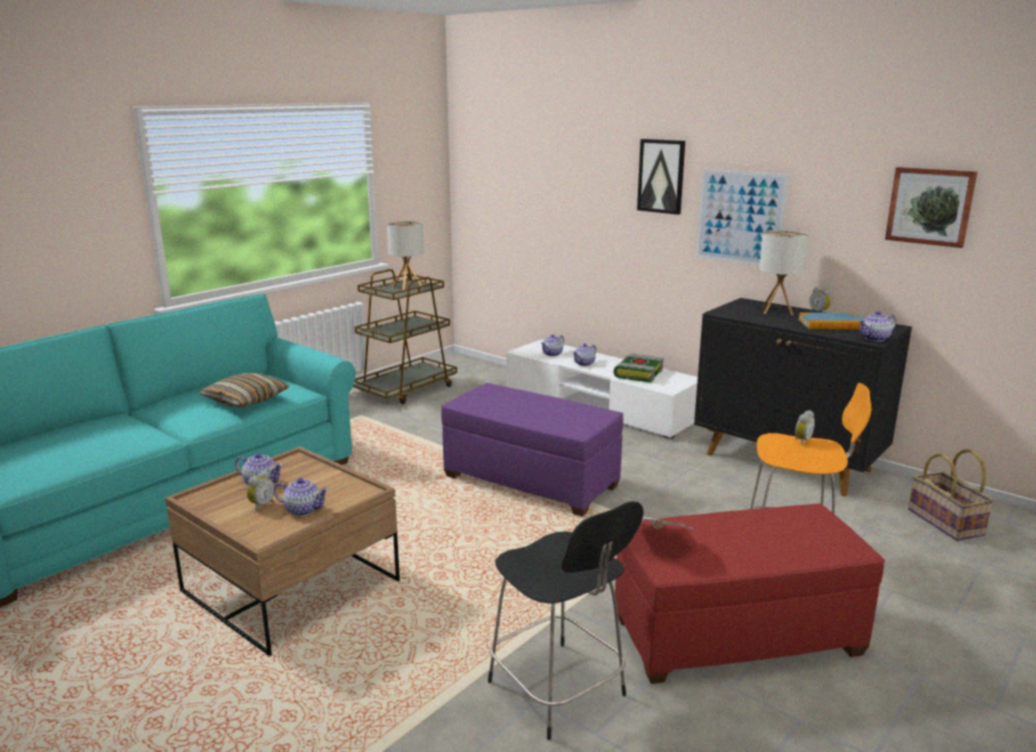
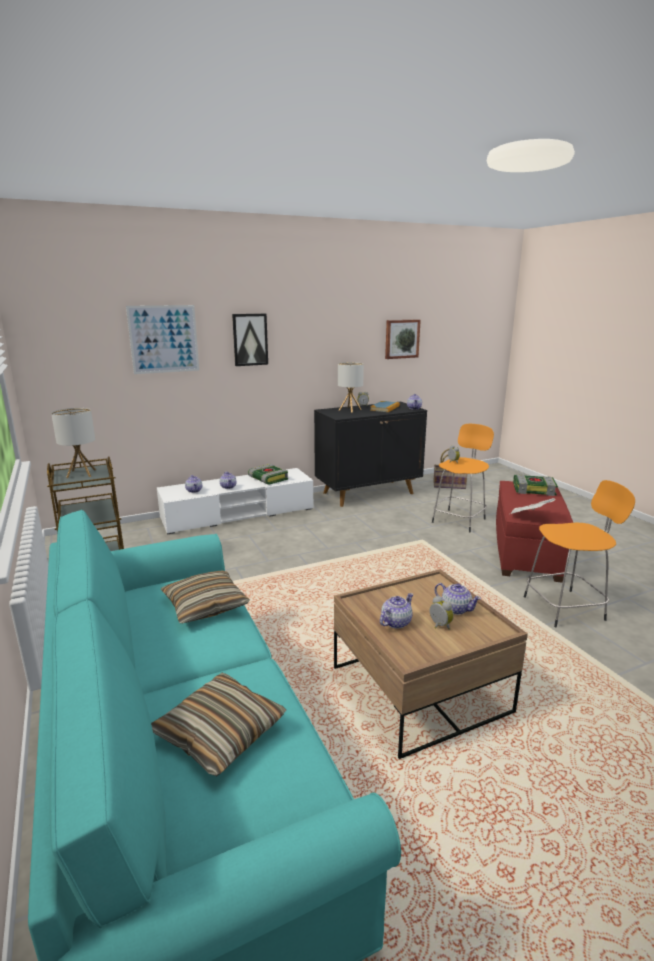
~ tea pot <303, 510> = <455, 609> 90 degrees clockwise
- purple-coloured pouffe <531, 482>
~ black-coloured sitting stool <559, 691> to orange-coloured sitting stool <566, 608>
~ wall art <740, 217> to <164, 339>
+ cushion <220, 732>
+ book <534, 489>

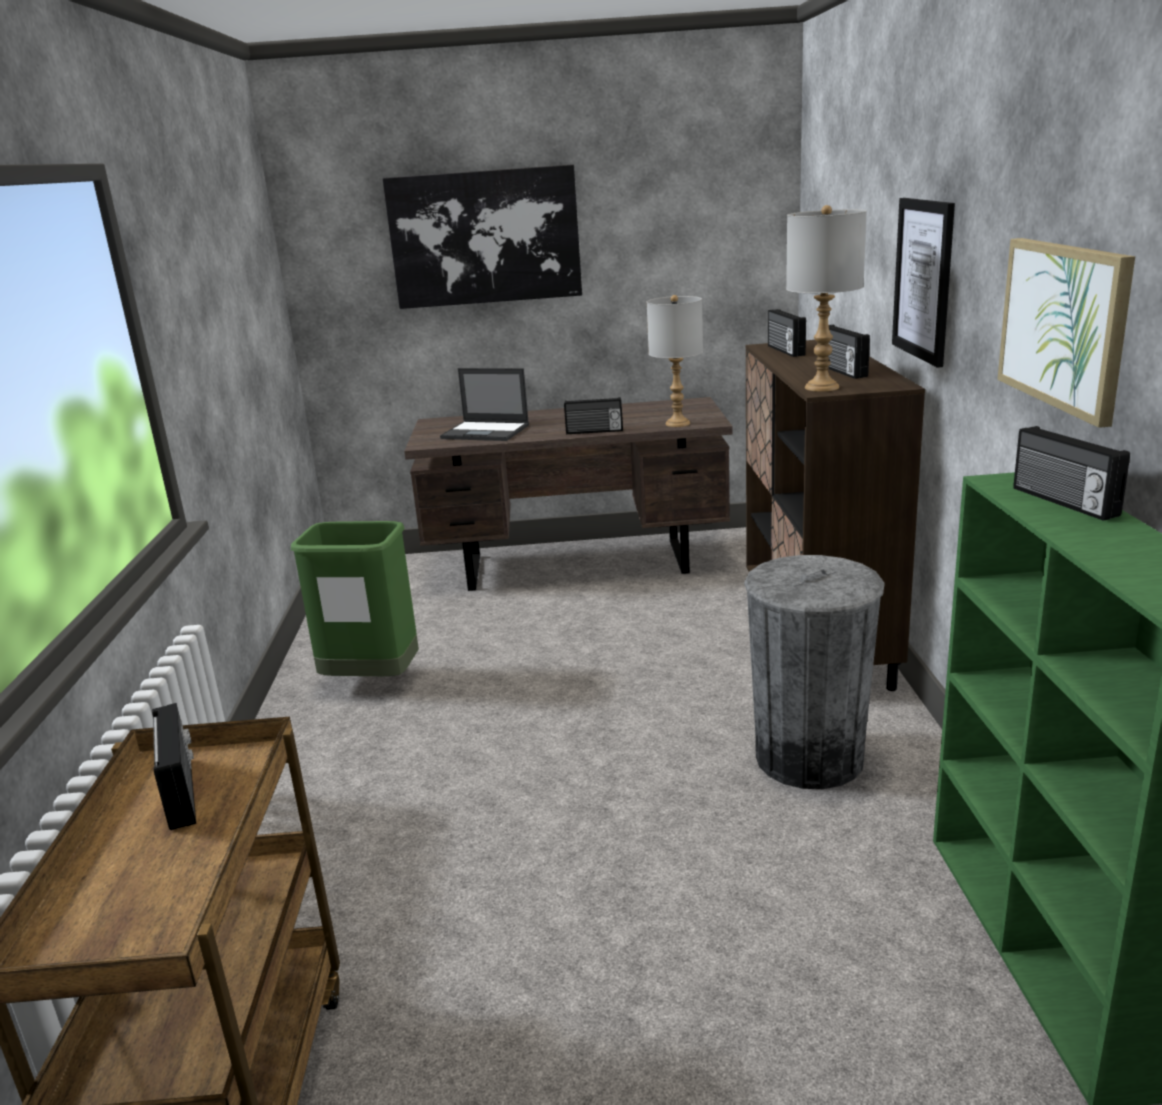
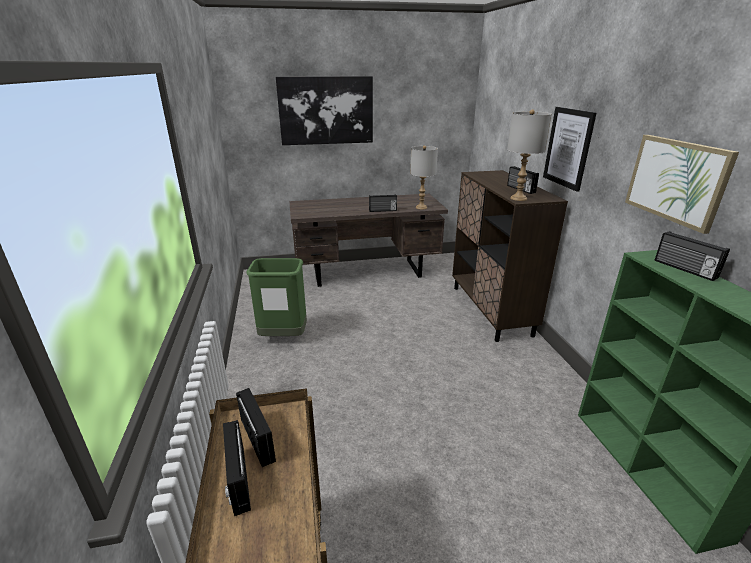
- laptop <486, 432>
- greyish rubbish bin <809, 757>
~ radio set <784, 350> to <237, 480>

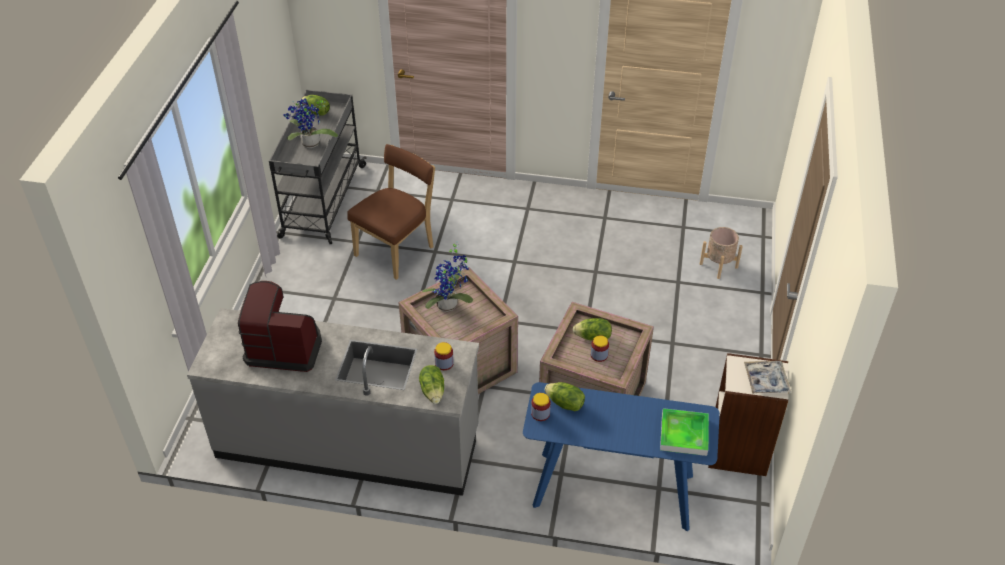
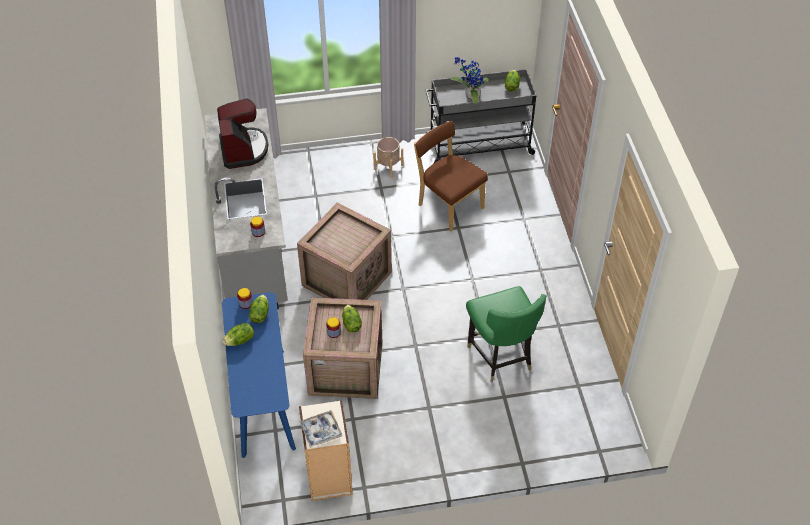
~ brownish chair <397, 250> = <448, 205> 150 degrees counterclockwise
~ head of lettuce <433, 391> to <240, 341>
- potted plant <450, 306>
- serving tray <684, 434>
~ sand-coloured planter <718, 265> to <388, 167>
+ green-coloured chair <501, 356>

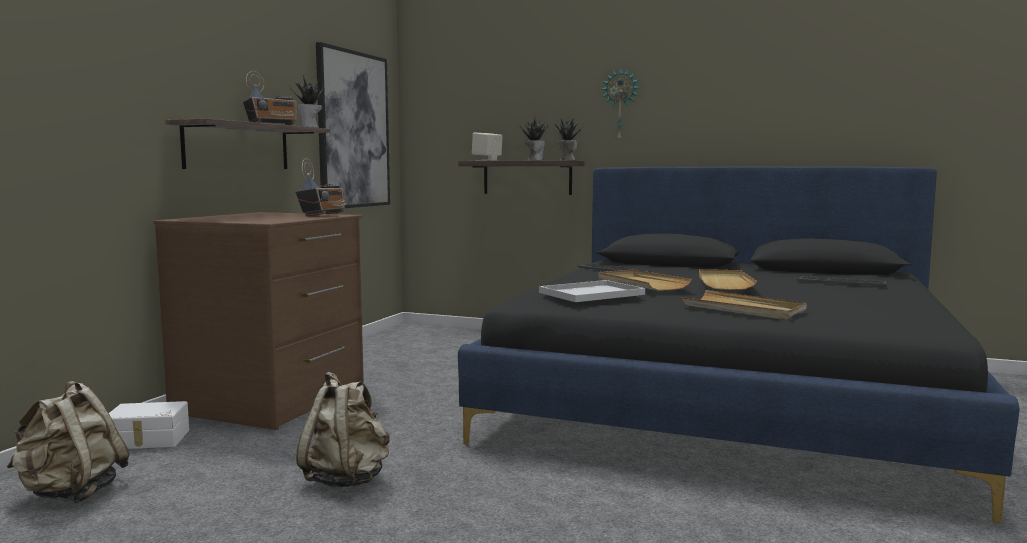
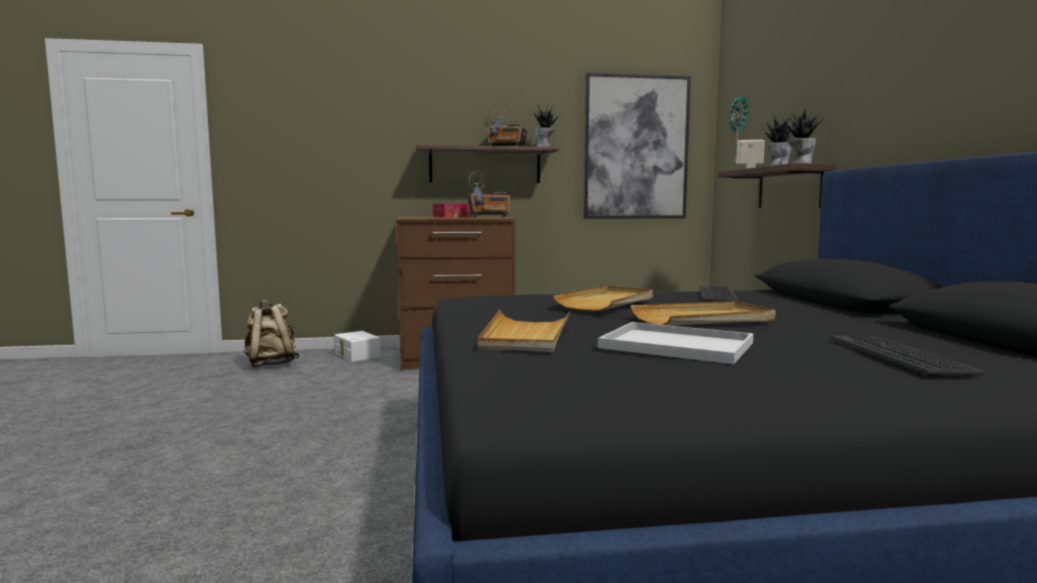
- sand-coloured knapsack <347, 480>
~ whitish serving tray <590, 294> to <673, 345>
~ clock on the wall <620, 105> to <740, 130>
+ box of tissues <454, 217>

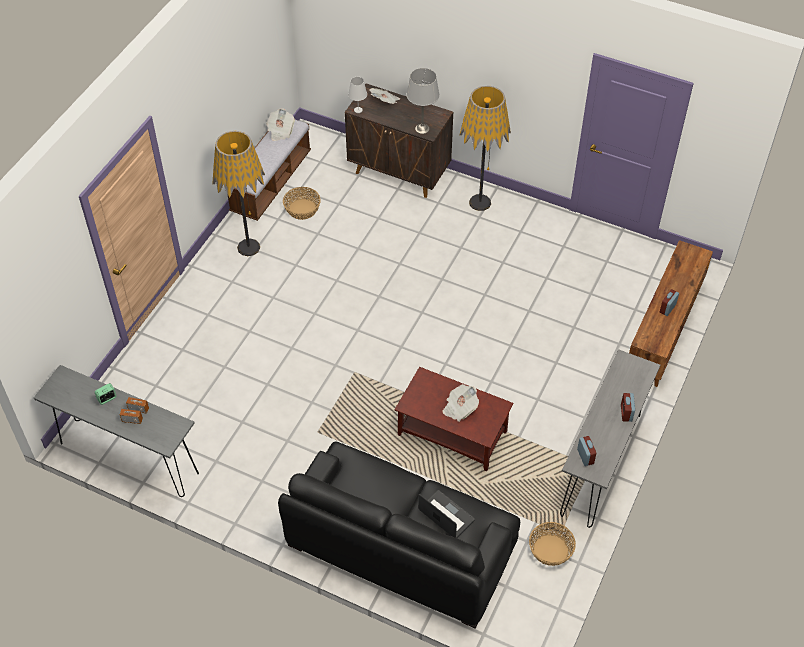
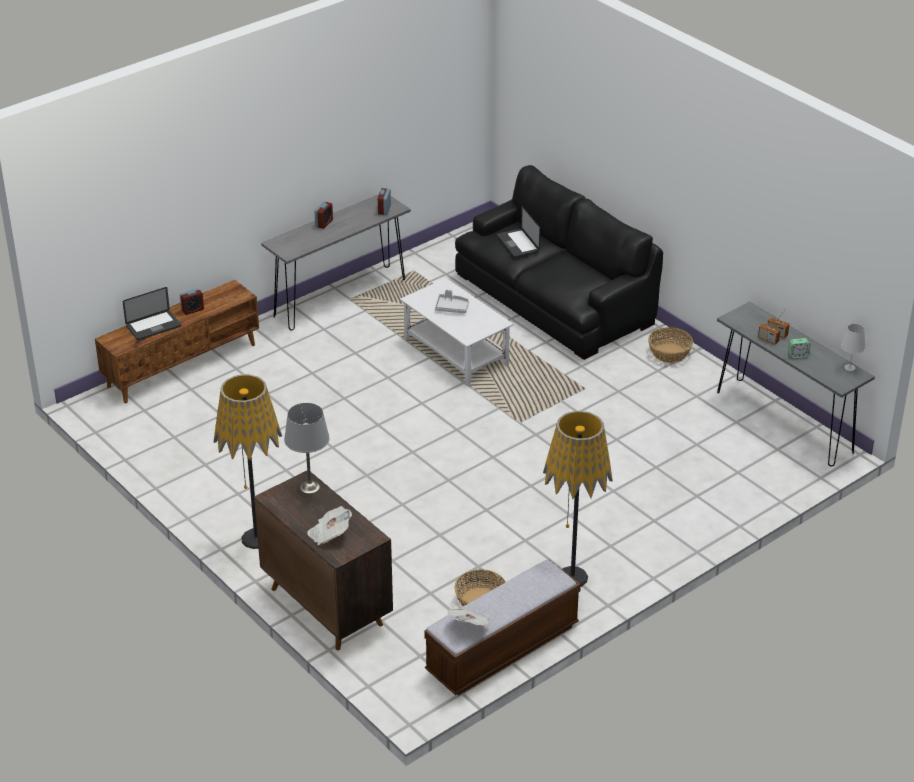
~ whitish lamp for a table <358, 110> to <849, 368>
~ brownish low table <451, 433> to whitish low table <457, 353>
~ daily paper <459, 408> to greyish serving tray <452, 307>
~ storage basket <550, 550> to <669, 353>
+ laptop <153, 326>

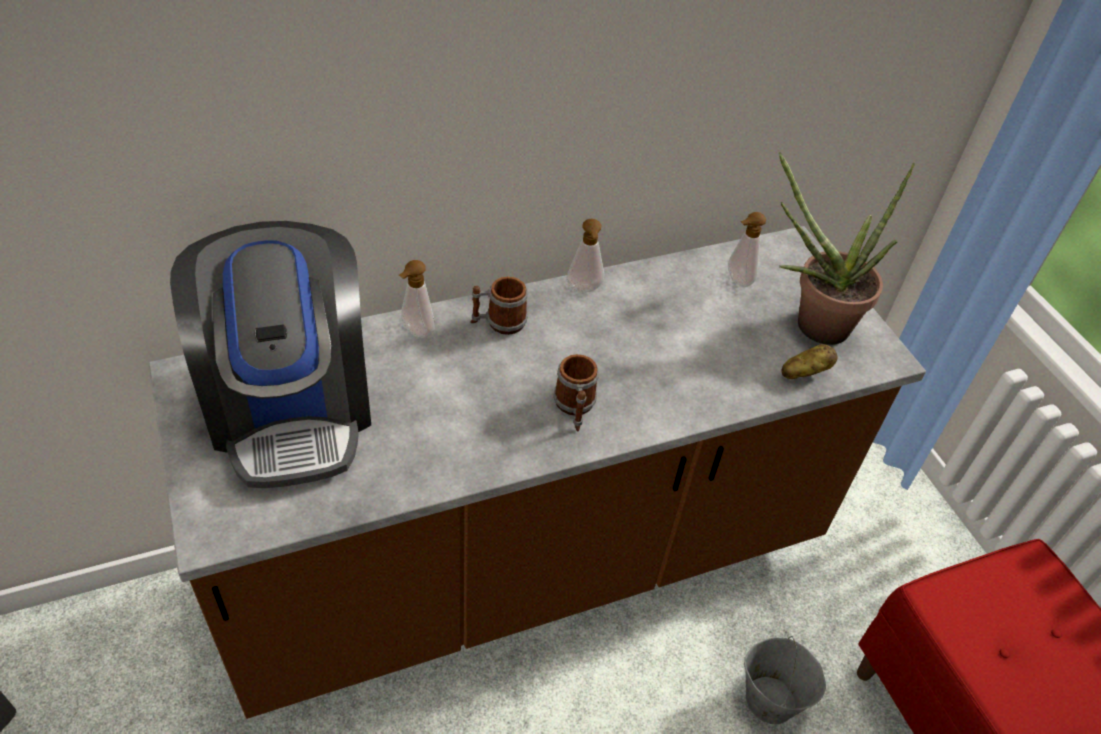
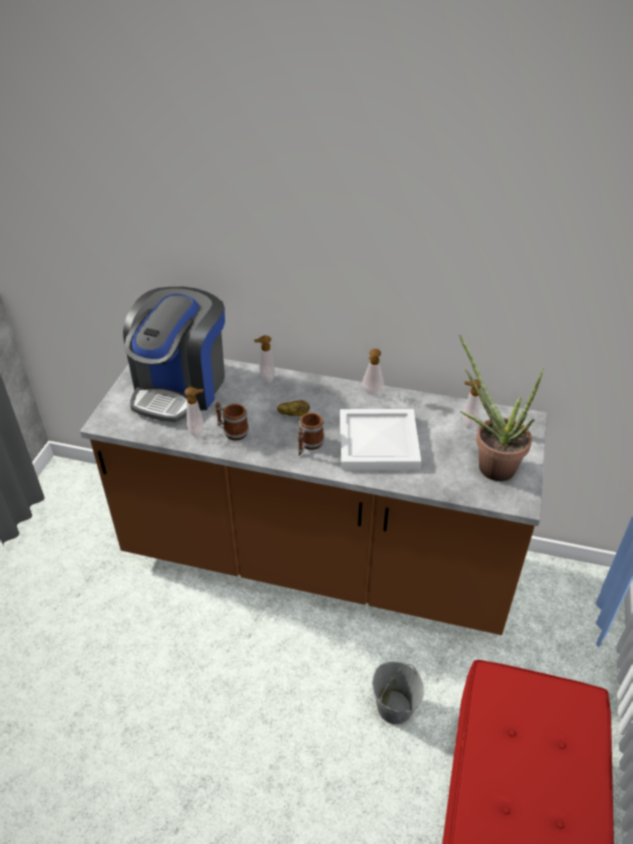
~ mug <498, 322> to <232, 431>
~ potato <804, 372> to <294, 415>
+ soap dispenser <198, 431>
+ whitish serving tray <379, 441>

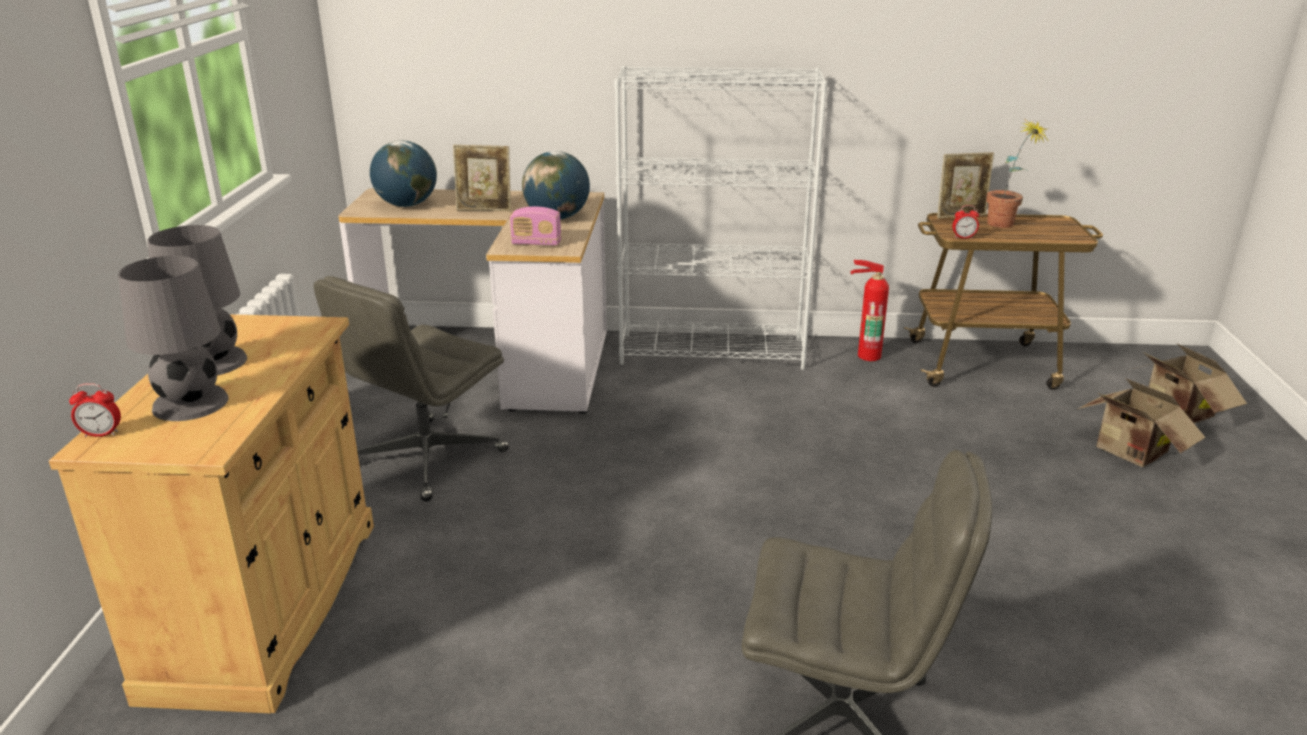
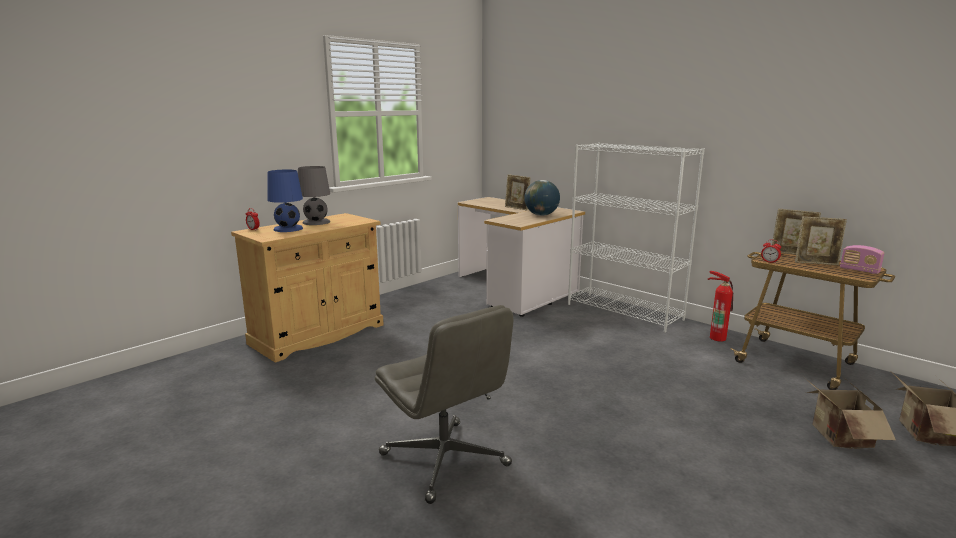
~ greyish lamp for a table <191, 403> to bluish lamp for a table <288, 229>
- greyish office chair <426, 459>
- desk globe <407, 205>
~ radio set <536, 243> to <859, 270>
~ potted plant <1005, 226> to picture frame <816, 263>

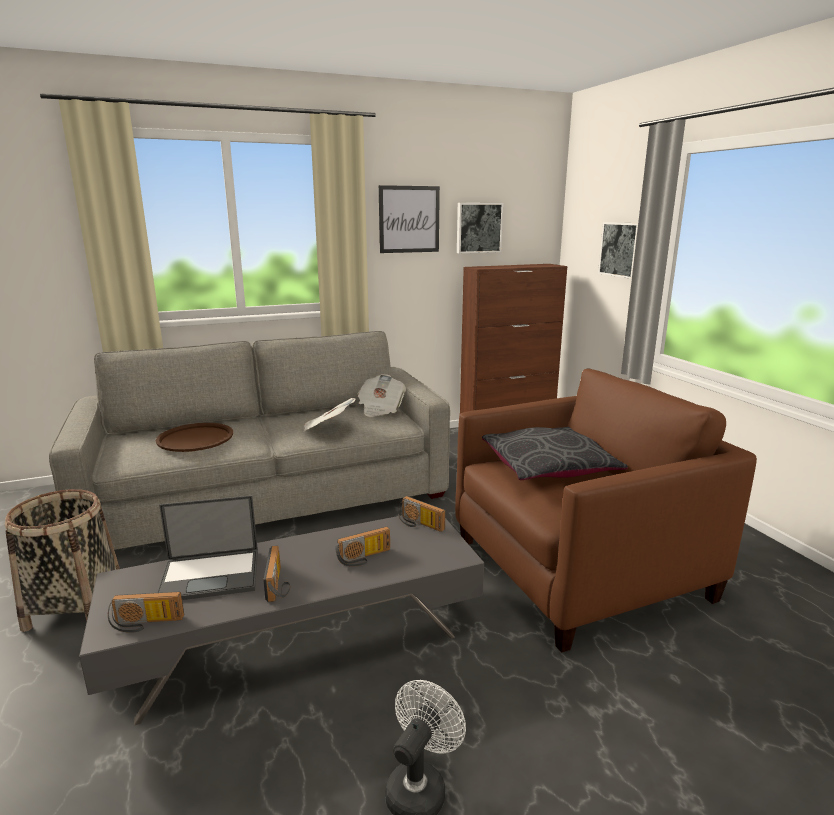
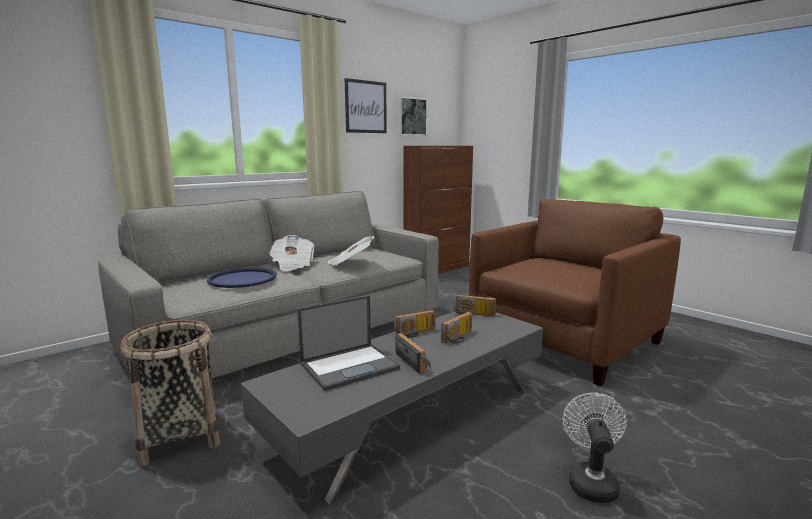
~ radio set <146, 624> to <416, 333>
~ brownish serving tray <195, 438> to bluish serving tray <242, 279>
~ daily paper <380, 409> to <292, 265>
- greyish cushion <547, 466>
- wall art <621, 249>

